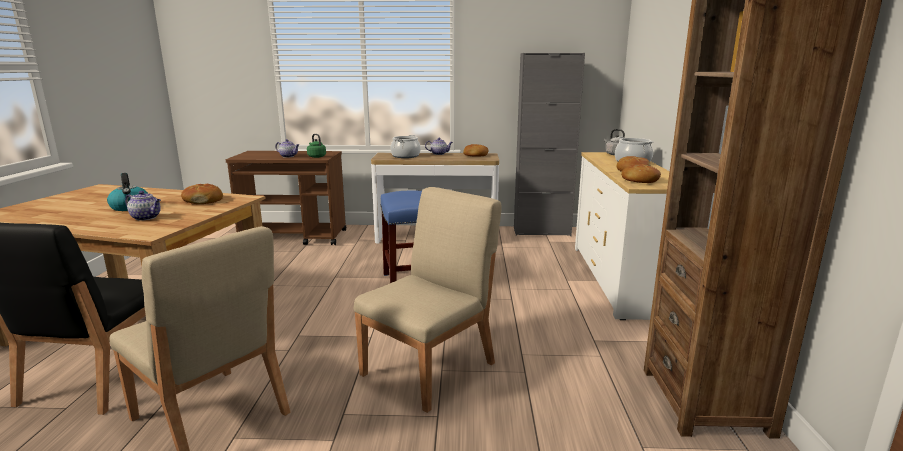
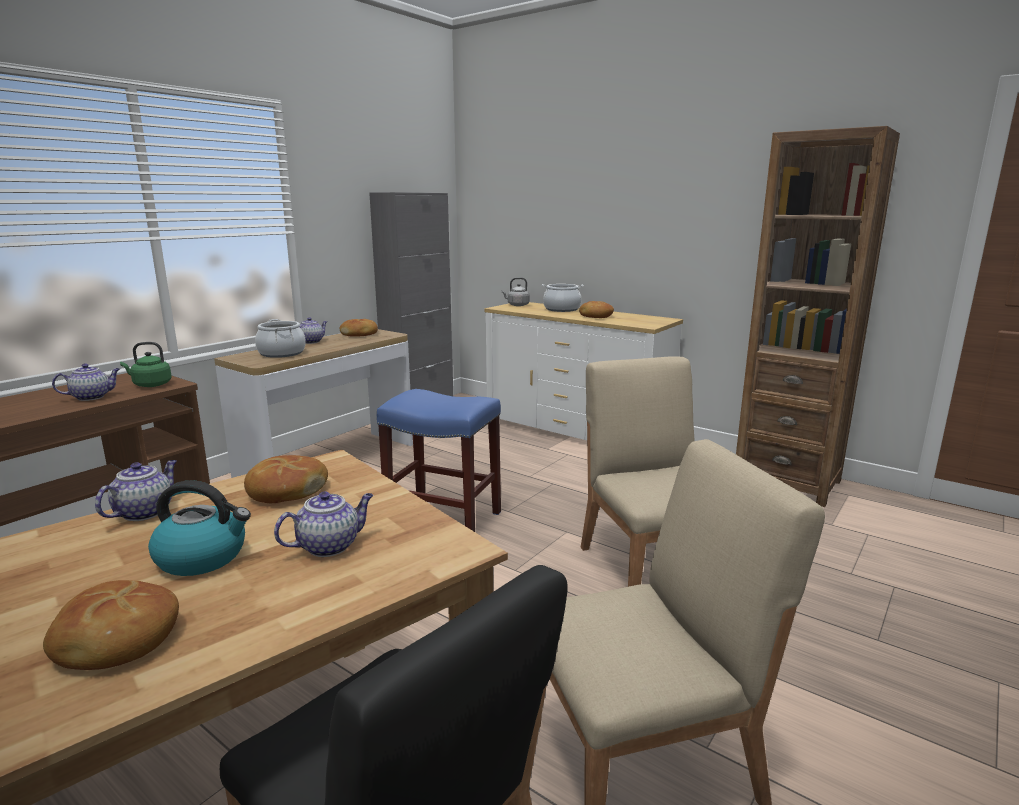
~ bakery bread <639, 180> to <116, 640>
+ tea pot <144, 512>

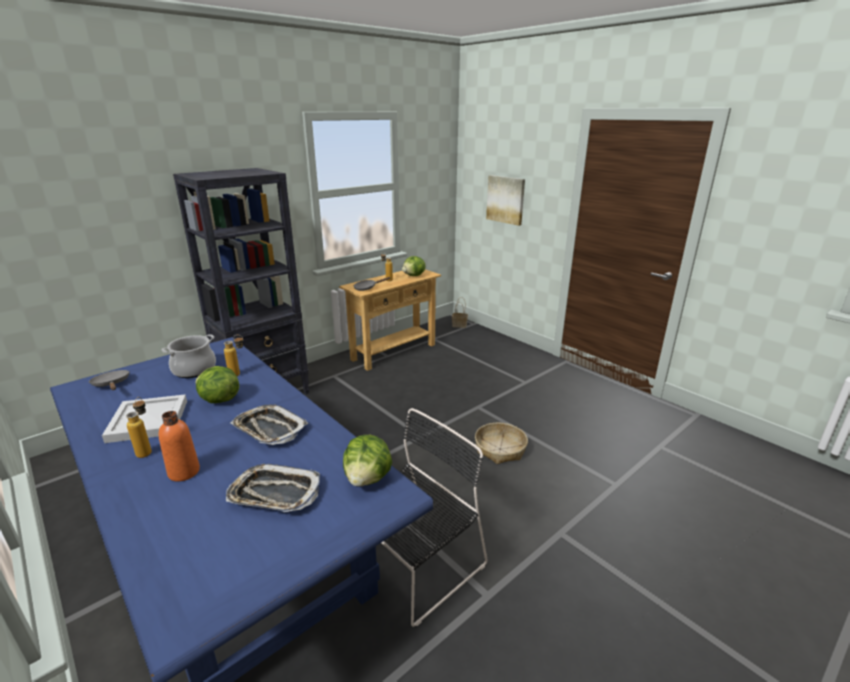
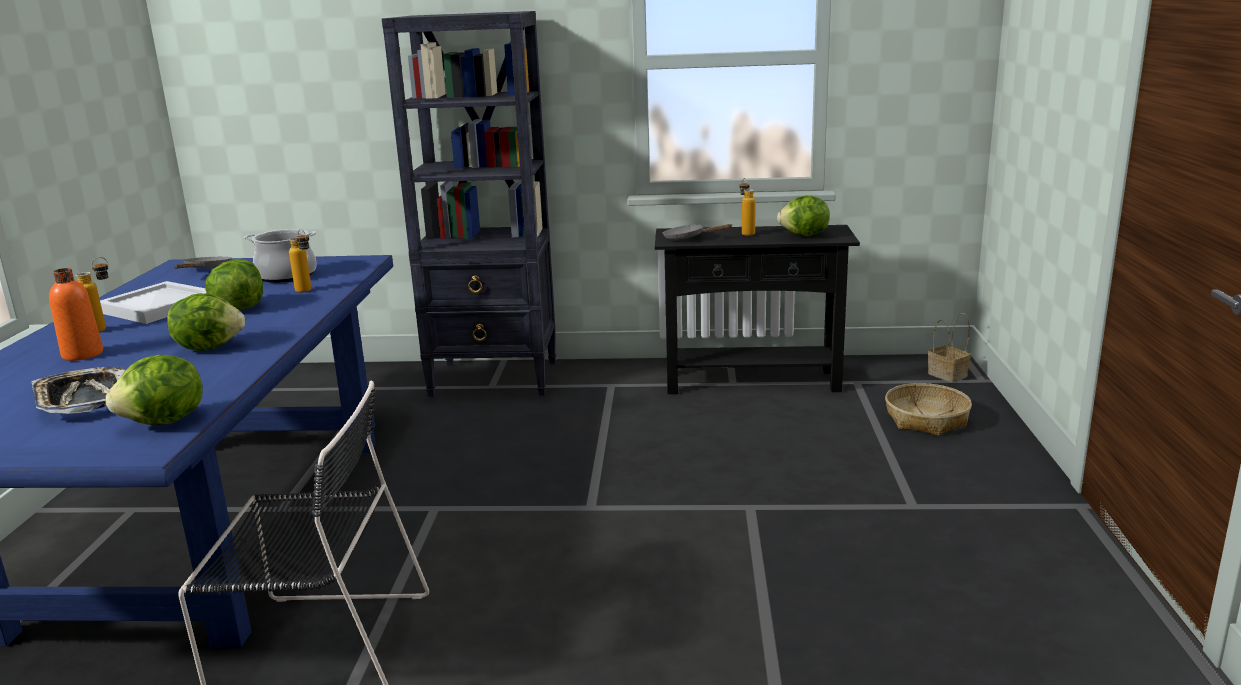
~ serving tray <269, 429> to head of lettuce <210, 347>
~ sand-coloured hall table <394, 352> to black-coloured hall table <752, 381>
~ storage basket <500, 449> to <926, 419>
- wall art <506, 199>

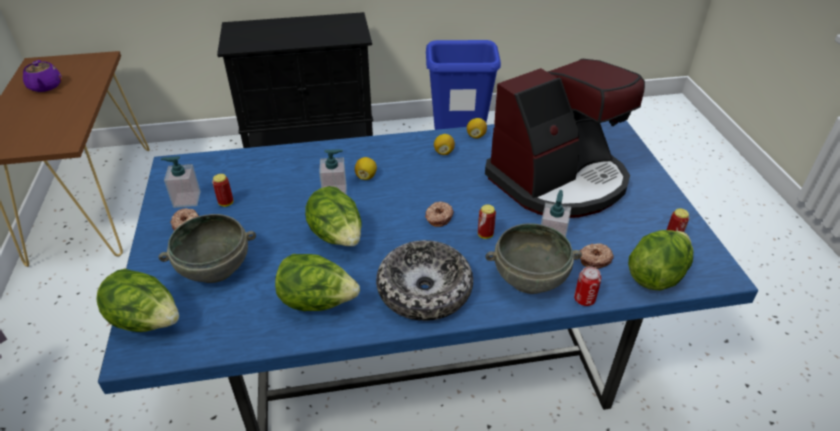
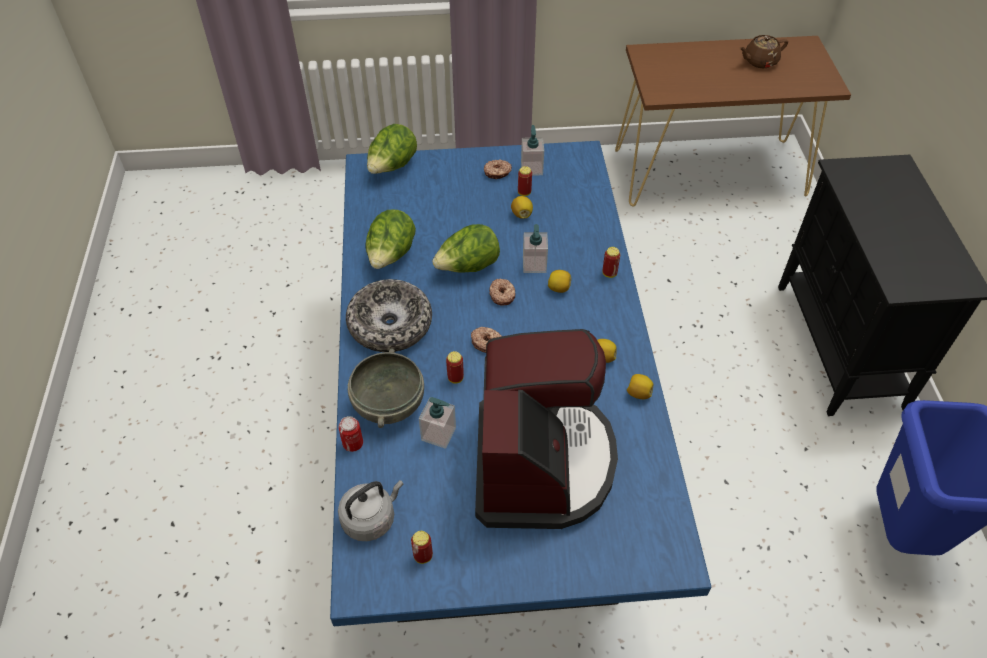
~ purple-coloured tea pot <45, 87> to brownish tea pot <759, 61>
- greyish deep dish <215, 267>
~ coffee machine <558, 181> = <541, 464> 150 degrees counterclockwise
~ doughnut <594, 259> to <502, 295>
~ head of lettuce <656, 275> to greyish water kettle <371, 518>
+ lemon <521, 214>
+ metal can <609, 273>

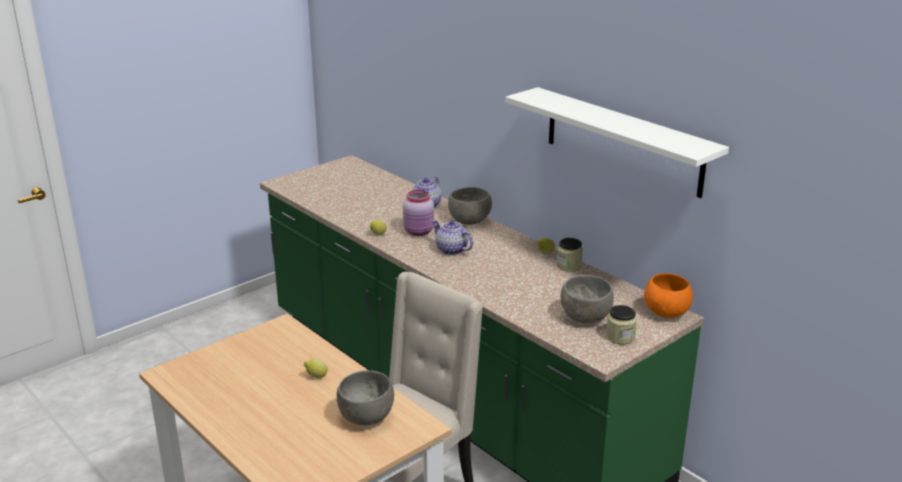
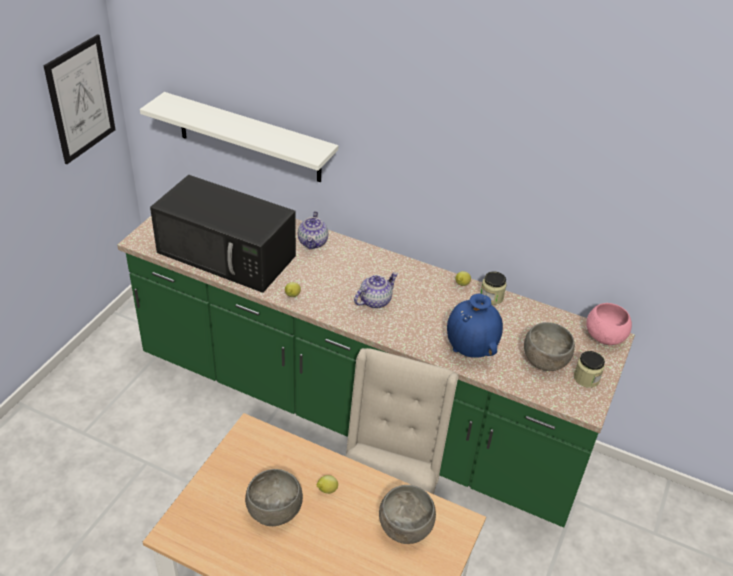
- pink-coloured preserve jar <419, 232>
~ tea pot <451, 249> = <375, 300> 120 degrees clockwise
~ greyish deep dish <470, 221> to <274, 511>
~ whitish wall shelf <623, 141> to <249, 138>
~ orange-coloured deep dish <665, 313> to pink-coloured deep dish <604, 338>
+ wall art <81, 99>
+ black-coloured microwave <228, 254>
+ bluish decorative vase <471, 350>

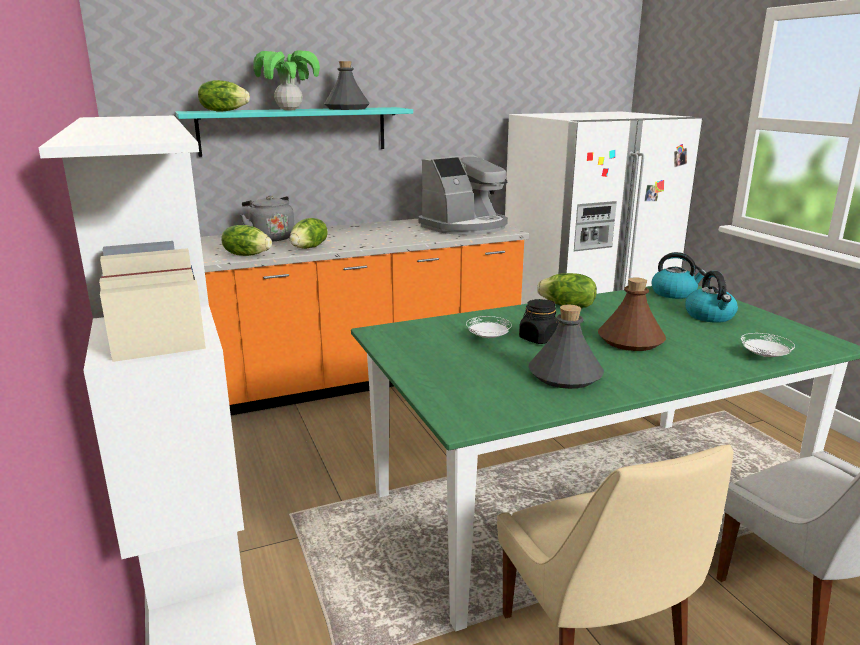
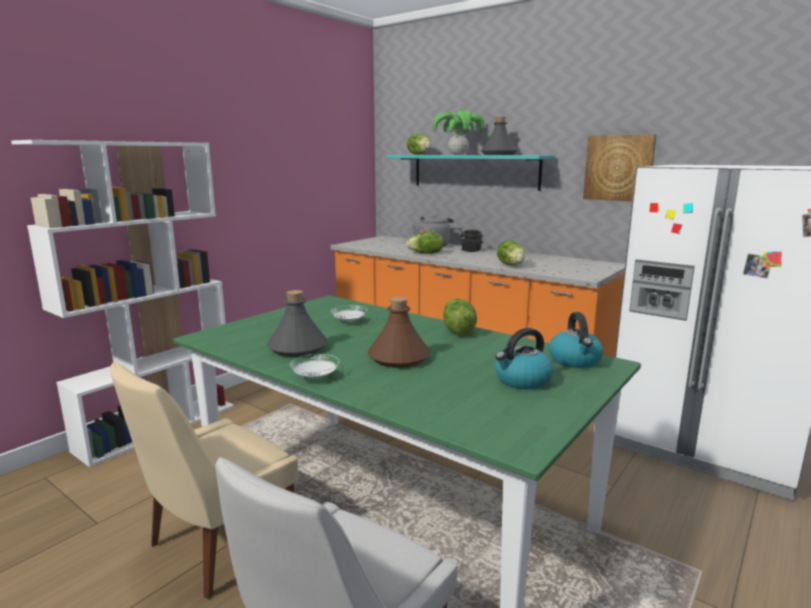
~ head of lettuce <247, 255> to <511, 265>
- coffee machine <465, 227>
~ black-coloured preserve jar <538, 339> to <471, 251>
~ whitish flat dish <764, 356> to <316, 377>
+ wall art <619, 168>

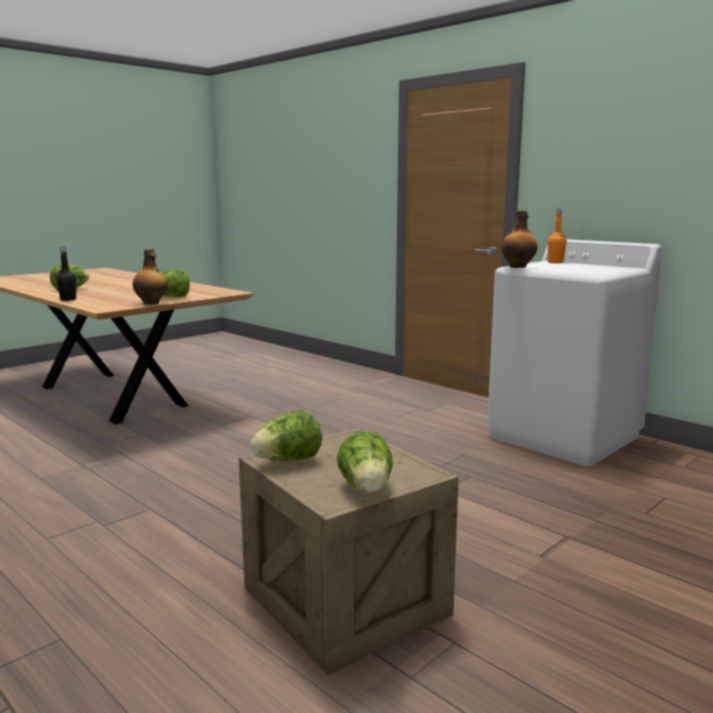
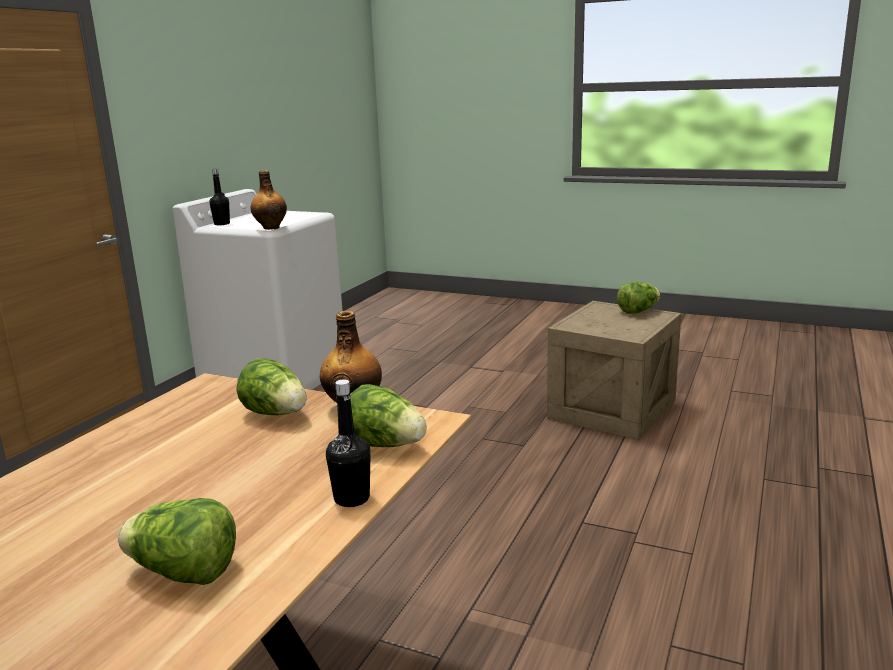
~ head of lettuce <288, 461> to <385, 445>
~ orange-coloured bottle <555, 262> to black-coloured bottle <222, 224>

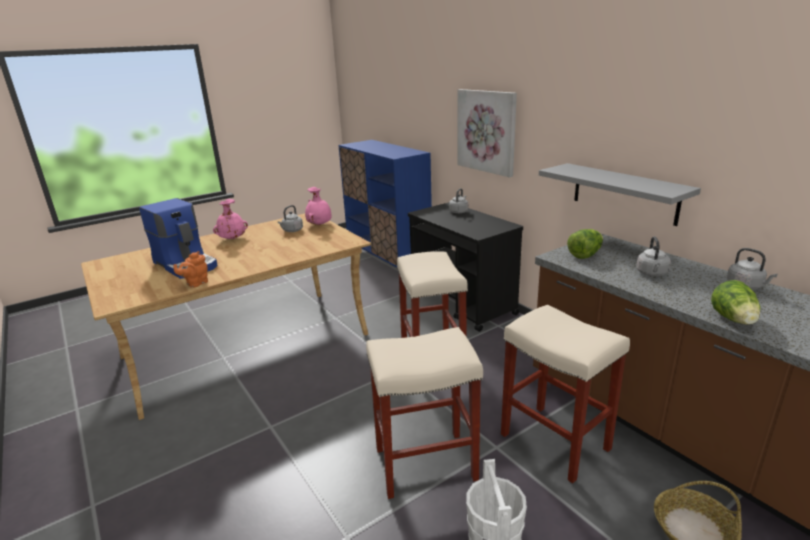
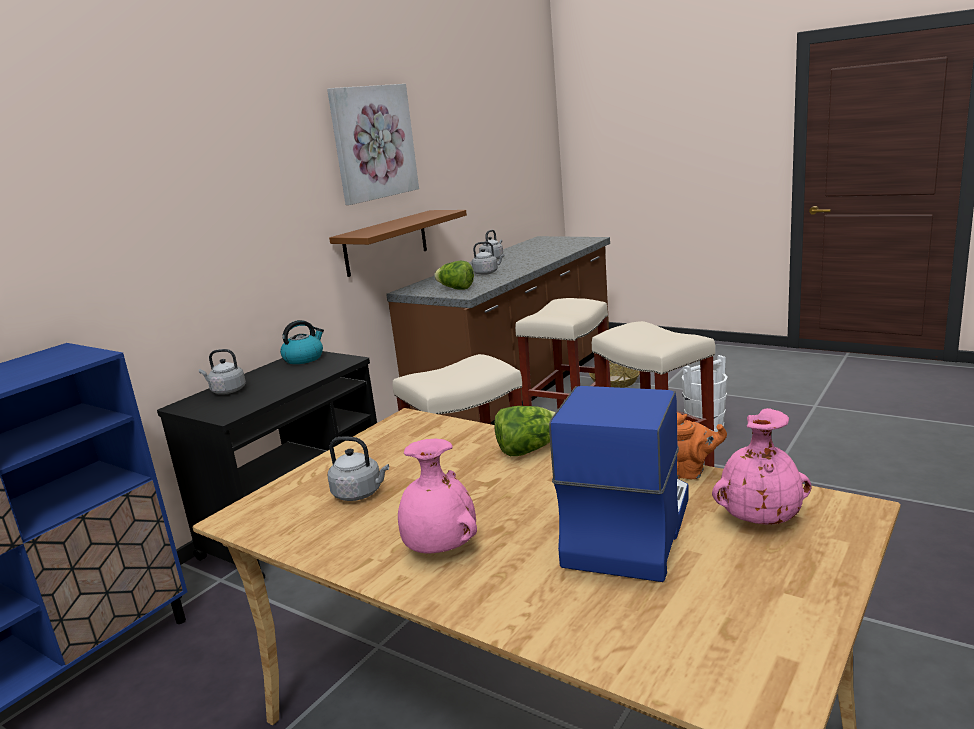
~ pink-coloured decorative vase <320, 225> to <759, 519>
~ wall art <487, 131> to <373, 142>
~ greyish wall shelf <624, 193> to brownish wall shelf <386, 243>
~ head of lettuce <734, 320> to <528, 450>
+ water kettle <304, 358>

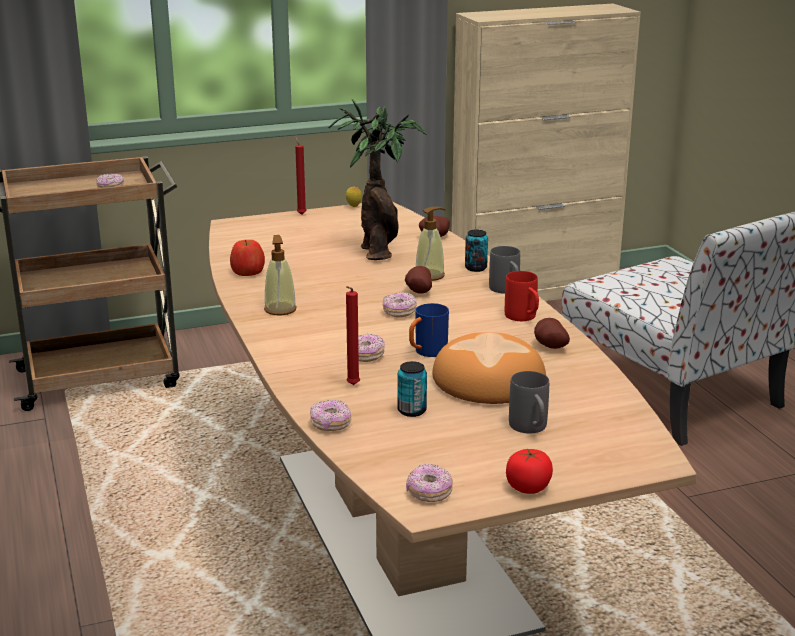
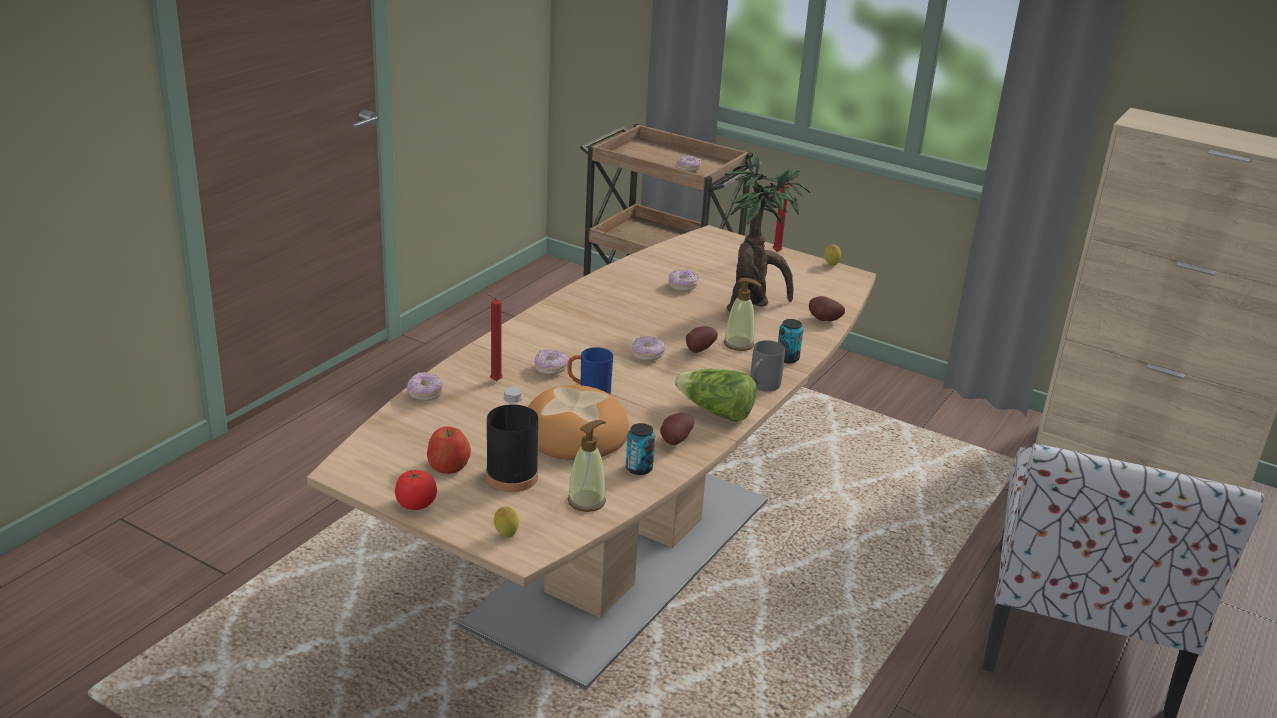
~ whole apple <248, 272> to <448, 465>
~ soap dispenser <280, 309> to <587, 501>
~ metal can <412, 411> to <639, 468>
~ doughnut <429, 492> to <682, 286>
~ reddish mug <524, 318> to head of lettuce <715, 412>
~ greyish mug <530, 429> to black-coloured bottle <512, 477>
+ lemon <506, 535>

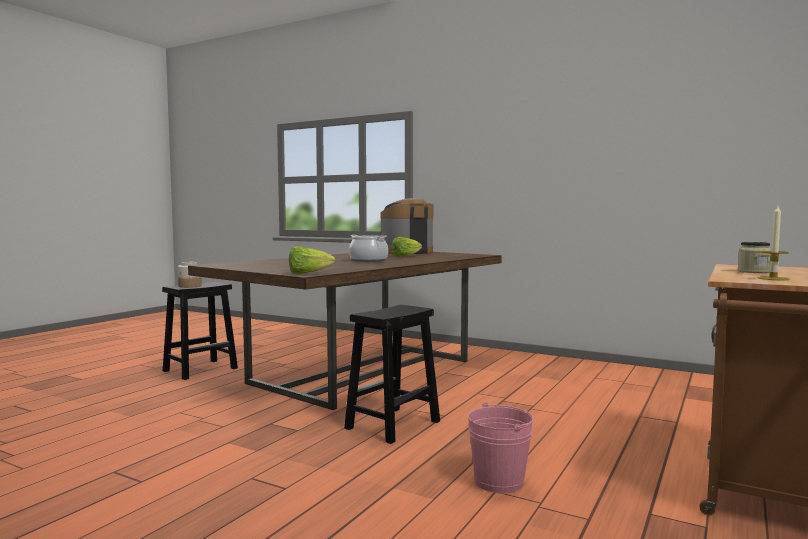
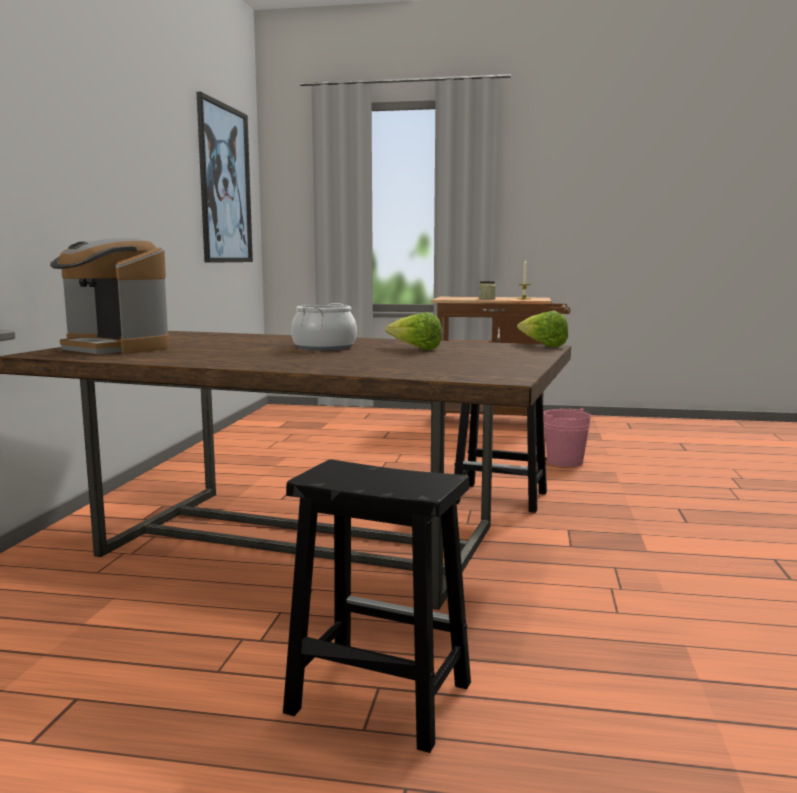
- preserve jar <190, 286>
~ head of lettuce <405, 256> to <416, 349>
+ wall art <225, 184>

